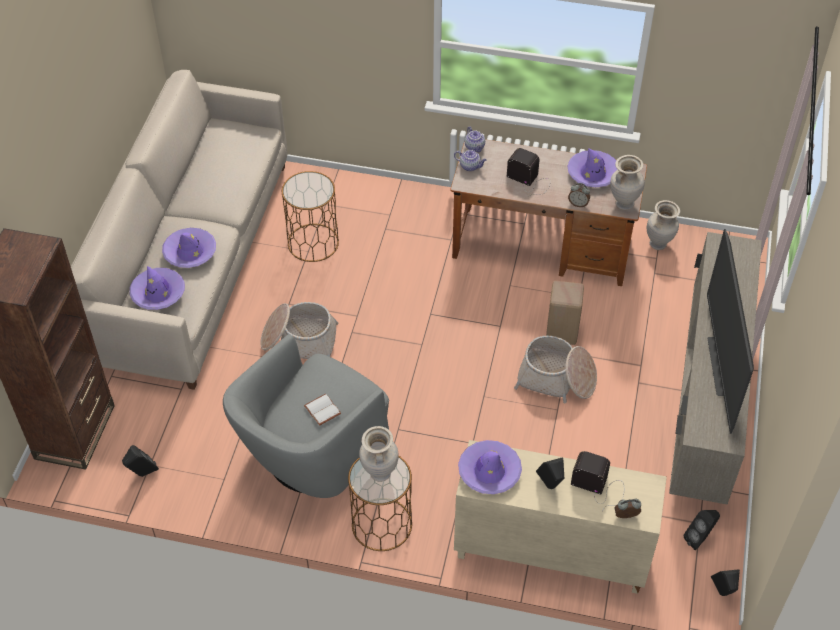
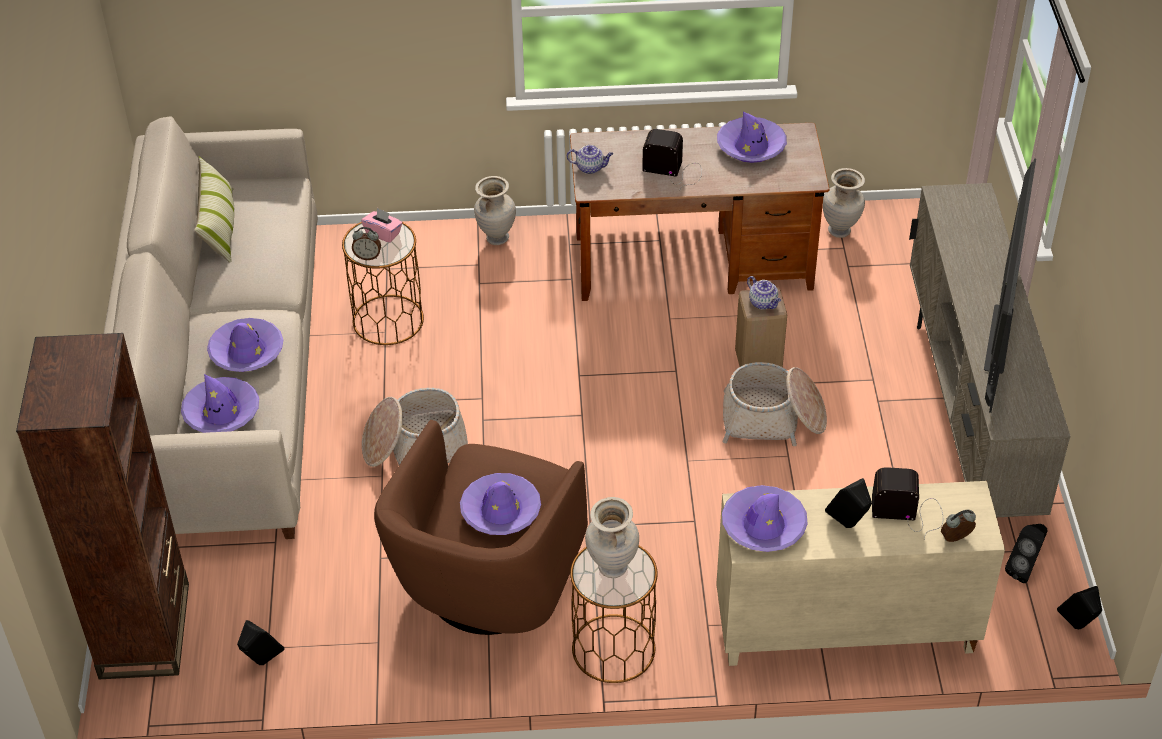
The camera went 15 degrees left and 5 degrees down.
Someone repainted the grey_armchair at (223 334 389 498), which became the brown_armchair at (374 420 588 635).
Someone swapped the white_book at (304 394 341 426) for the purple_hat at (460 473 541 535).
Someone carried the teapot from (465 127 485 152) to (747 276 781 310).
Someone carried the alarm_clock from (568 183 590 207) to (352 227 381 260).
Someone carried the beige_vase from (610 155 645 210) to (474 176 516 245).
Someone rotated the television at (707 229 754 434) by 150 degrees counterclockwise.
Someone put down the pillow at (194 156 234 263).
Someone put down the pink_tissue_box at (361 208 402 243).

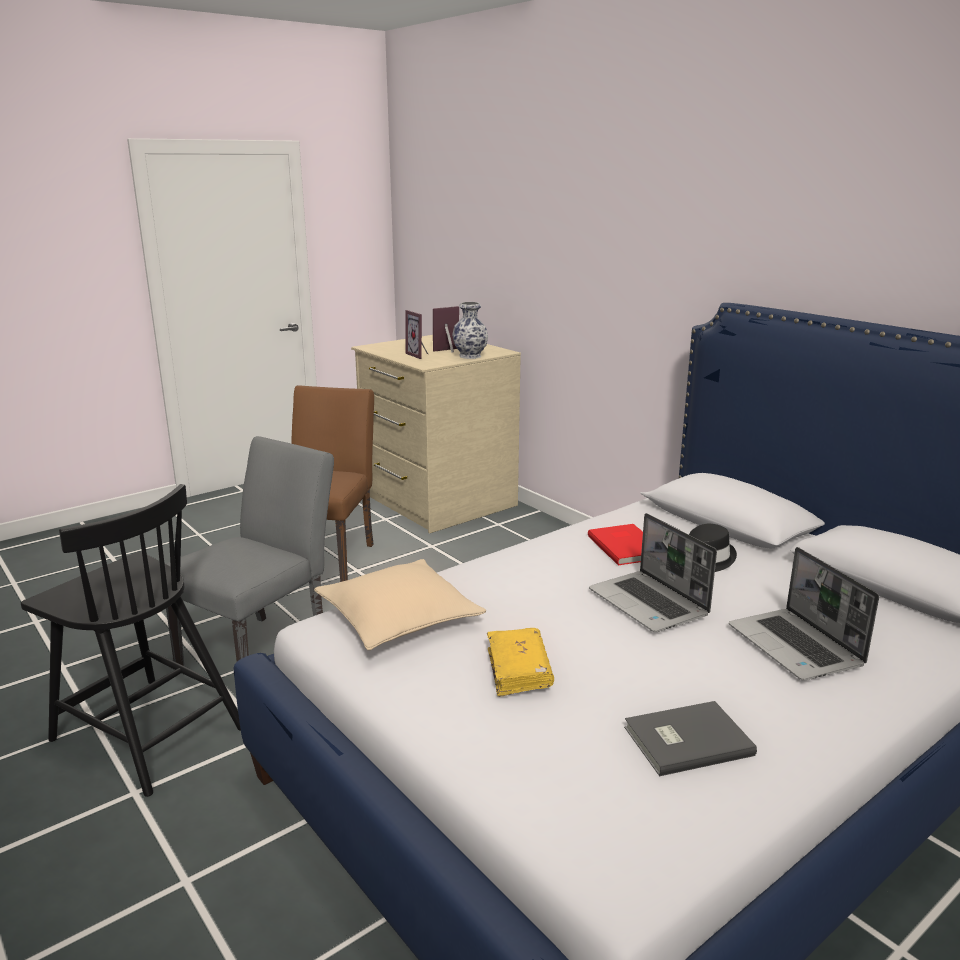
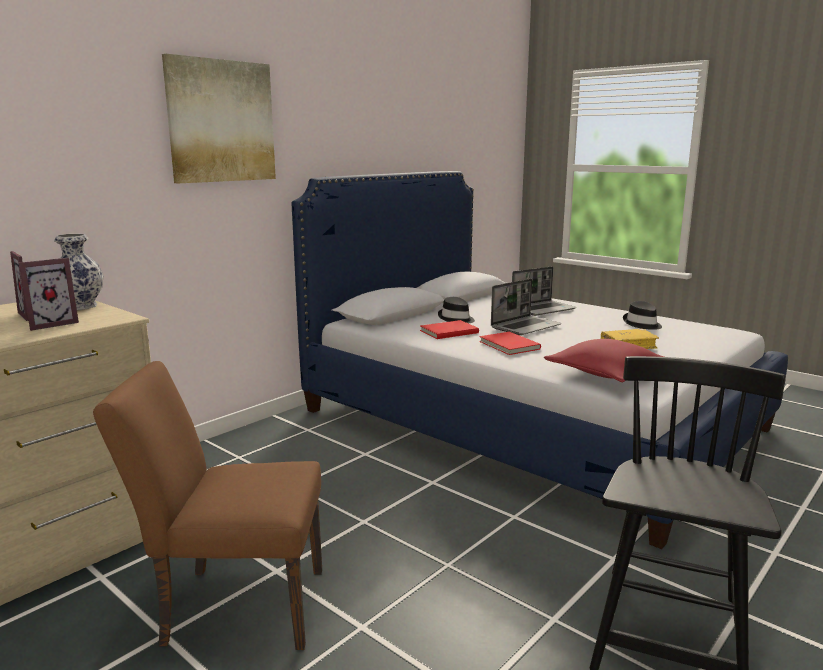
The camera went 100 degrees left and 5 degrees down.
Someone took away the grey_chair at (165 436 334 666).
Someone repainted the beige_pillow at (314 559 487 650), which became the red_pillow at (544 339 664 382).
Someone swapped the grey_book at (624 701 757 776) for the black_hat at (623 301 662 330).
Someone put up the picture at (162 54 276 183).
Someone put down the red_book at (479 332 541 355).

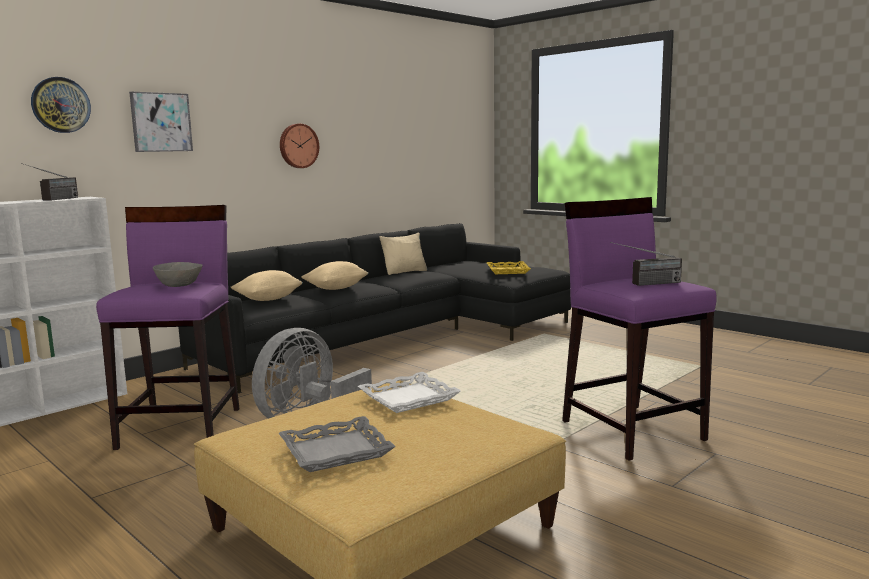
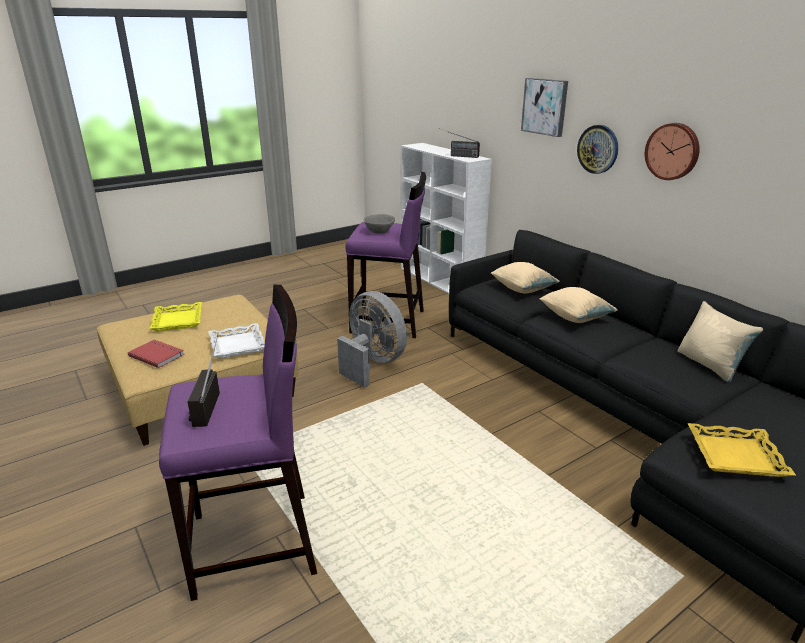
The camera went 100 degrees right and 15 degrees up.
Someone carried the wall_clock from (31 77 91 133) to (577 125 618 174).
Someone repainted the grey_tray at (279 416 396 472), which became the yellow_tray at (149 302 202 331).
Someone put down the red_book at (128 340 184 368).

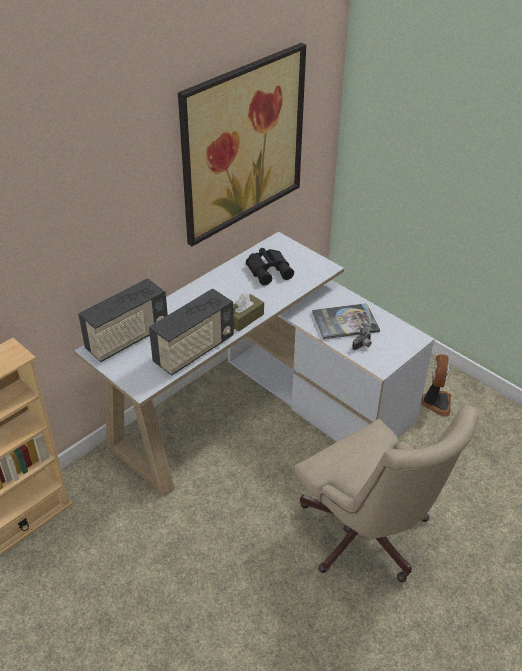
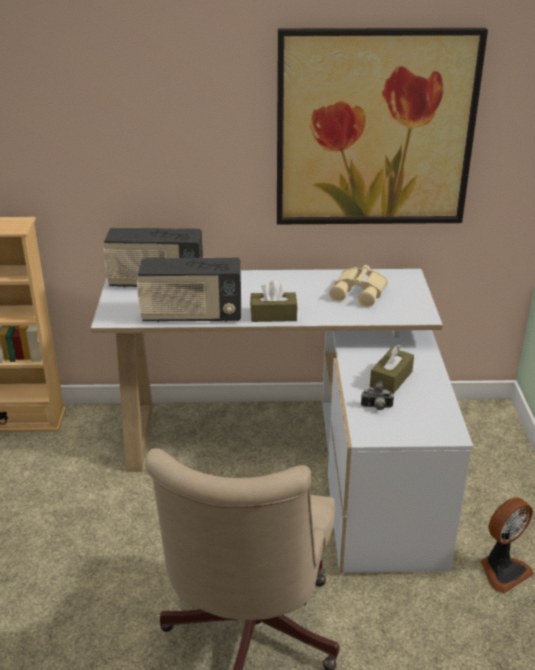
The camera went 45 degrees right and 10 degrees down.
Someone repainted the black_binoculars at (246 248 294 286), which became the beige_binoculars at (329 265 388 307).
Someone swapped the book at (312 303 380 339) for the brown_tissue_box at (370 344 414 394).

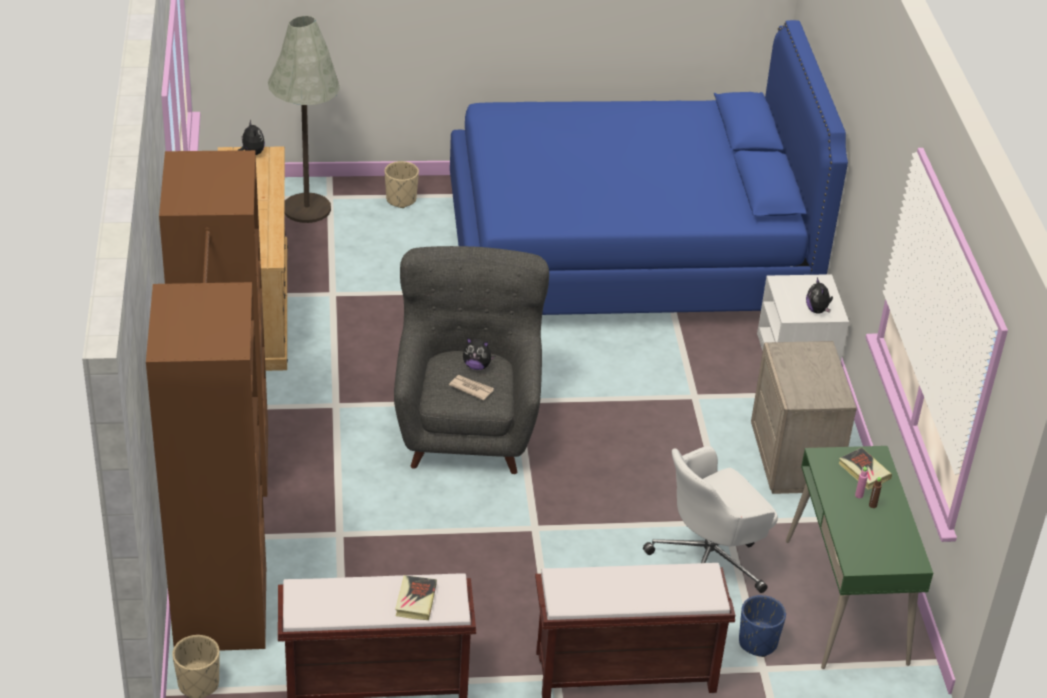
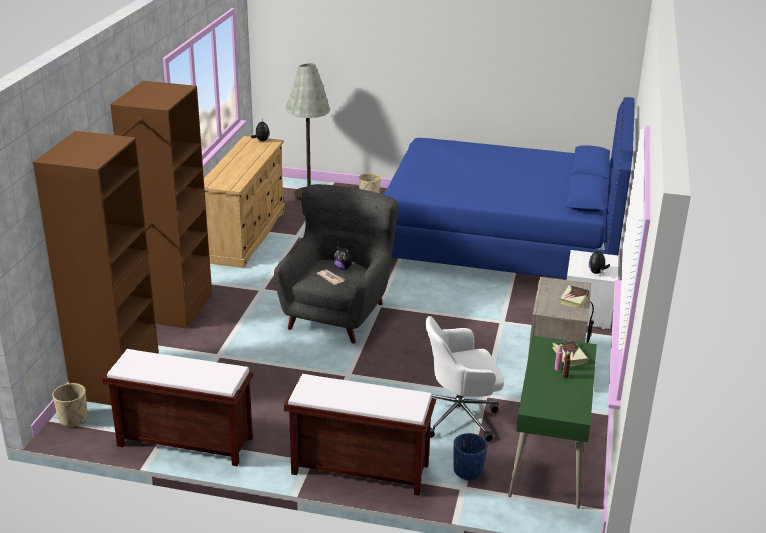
The camera went 20 degrees right and 10 degrees down.
Someone carried the book from (395 575 437 620) to (560 285 589 309).

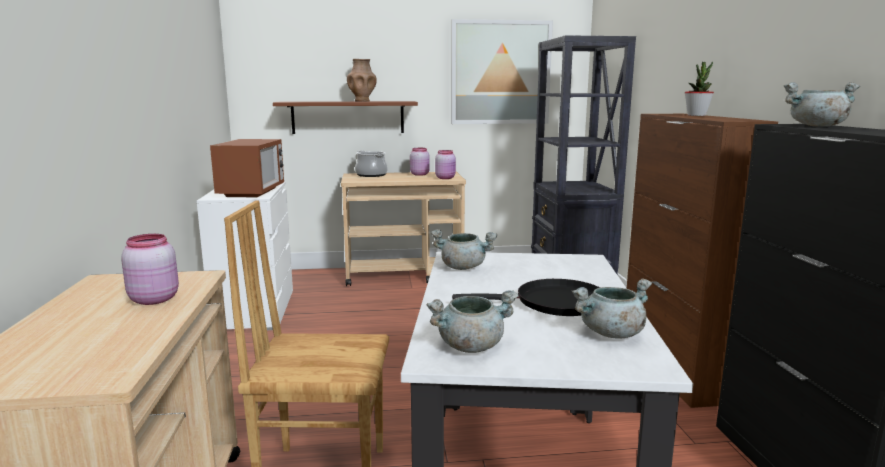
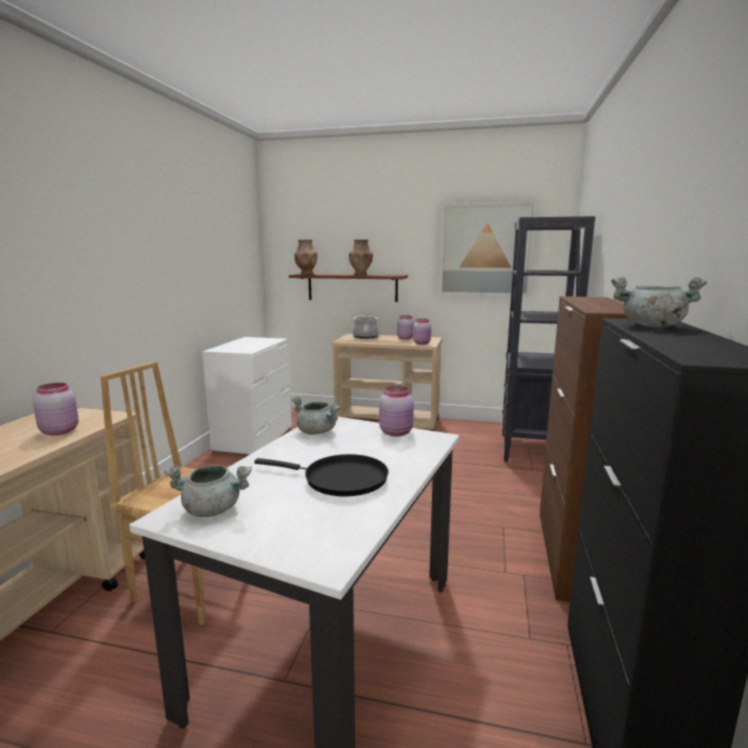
The camera went 20 degrees right and 0 degrees up.
Someone took away the microwave at (210 139 284 197).
Someone took away the grey_cooking_pot at (572 279 652 339).
Someone took away the potted_plant at (685 62 714 116).
Someone put down the brown_vase at (294 240 318 275).
Someone put down the pink_jar at (379 386 414 437).

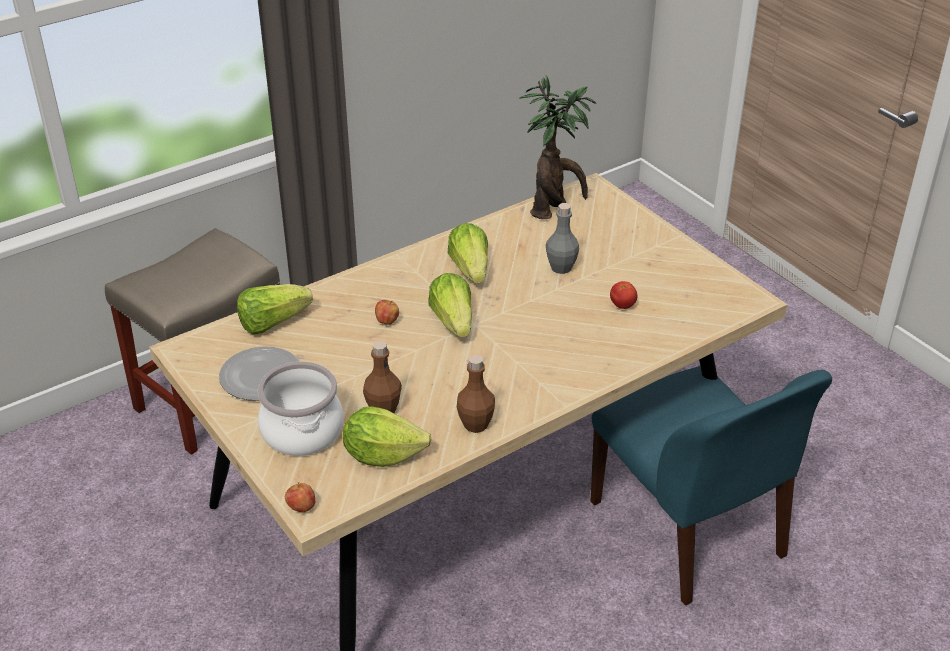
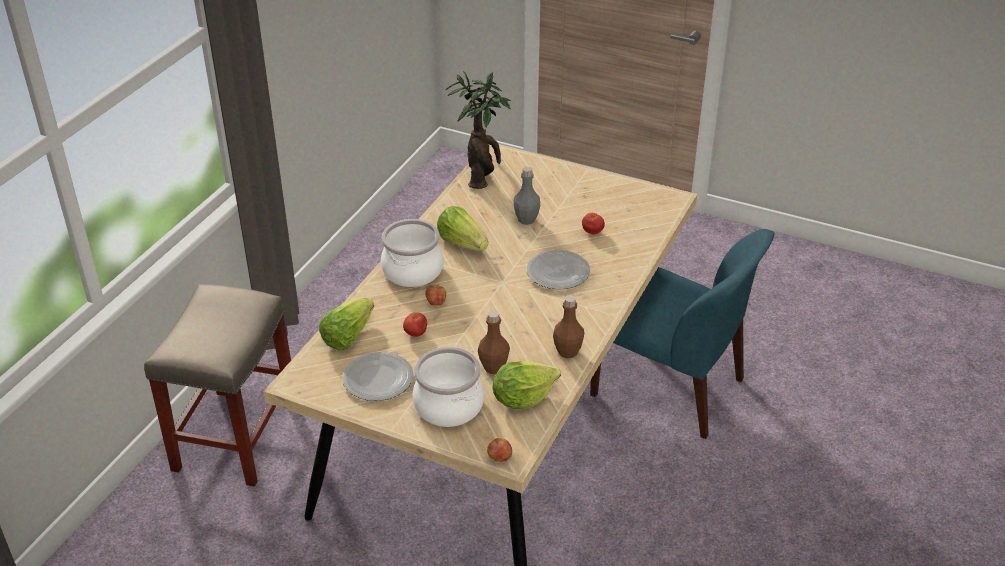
The camera went 30 degrees left and 0 degrees up.
Someone took away the lettuce at (428 273 472 338).
Someone put down the cooking_pot at (381 219 443 287).
Someone put down the tomato at (403 312 427 337).
Someone put down the plate at (526 250 590 289).

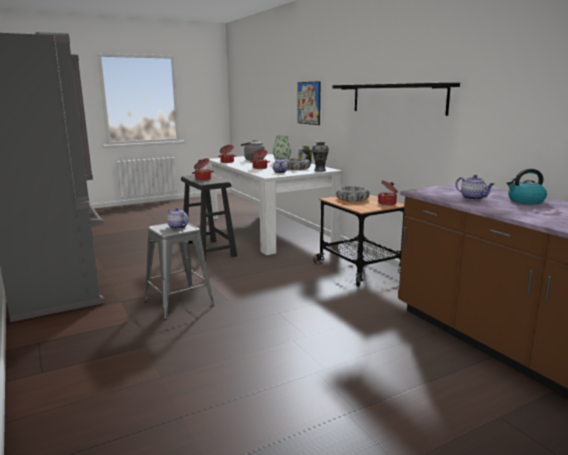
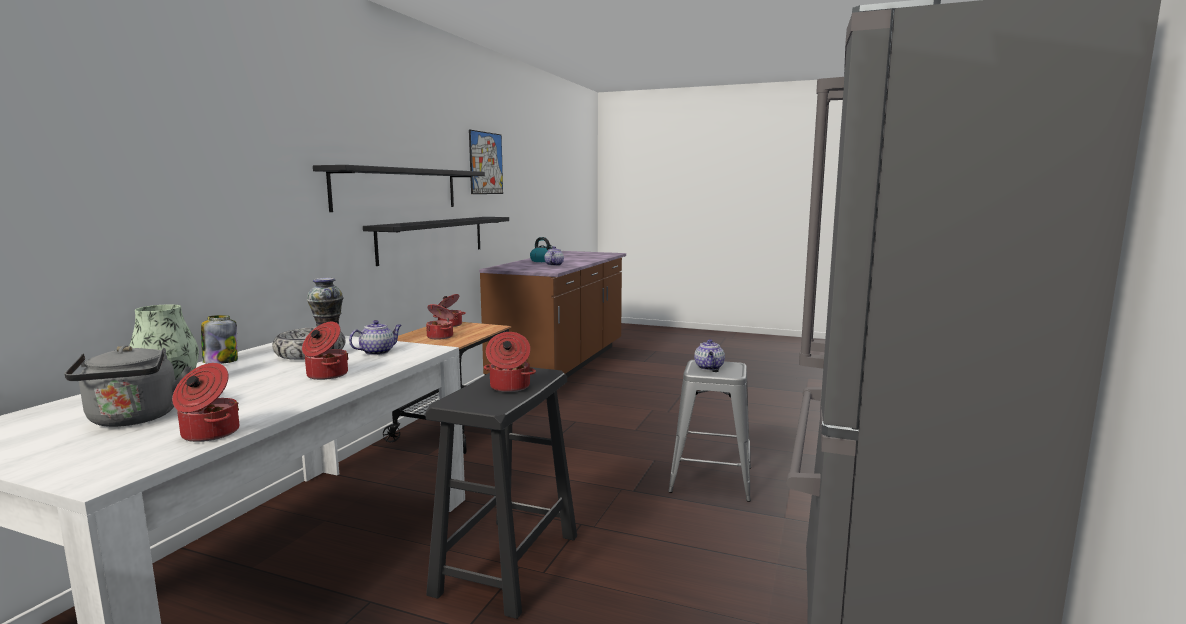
The camera went 130 degrees left and 5 degrees down.
Someone carried the picture from (298 81 321 125) to (469 130 503 194).
Someone swapped the bowl at (336 186 370 202) for the cooking_pot at (426 304 454 339).
Someone put up the black_shelf at (363 217 509 266).

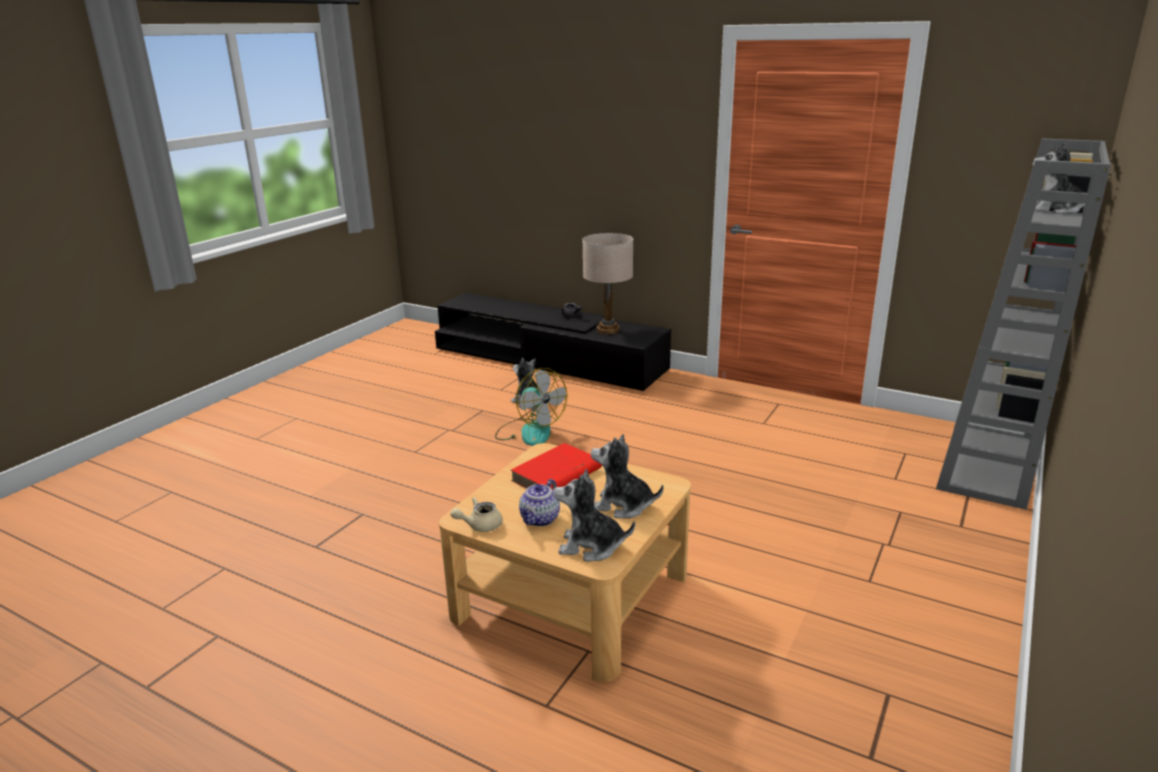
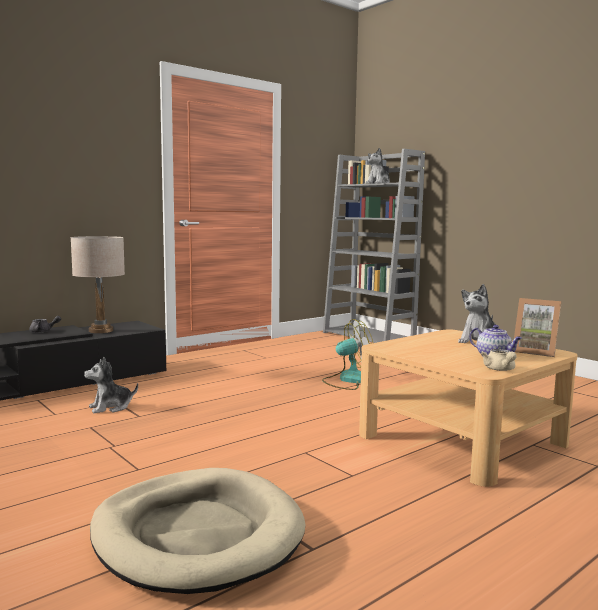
The camera went 70 degrees left and 15 degrees down.
Someone carried the fan from (495 368 568 446) to (322 319 373 390).
Someone took away the red_book at (511 443 602 490).
Someone swapped the plush_toy at (554 469 635 562) for the picture_frame at (514 298 562 357).
Someone put down the beige_dog_bed at (90 468 306 594).

